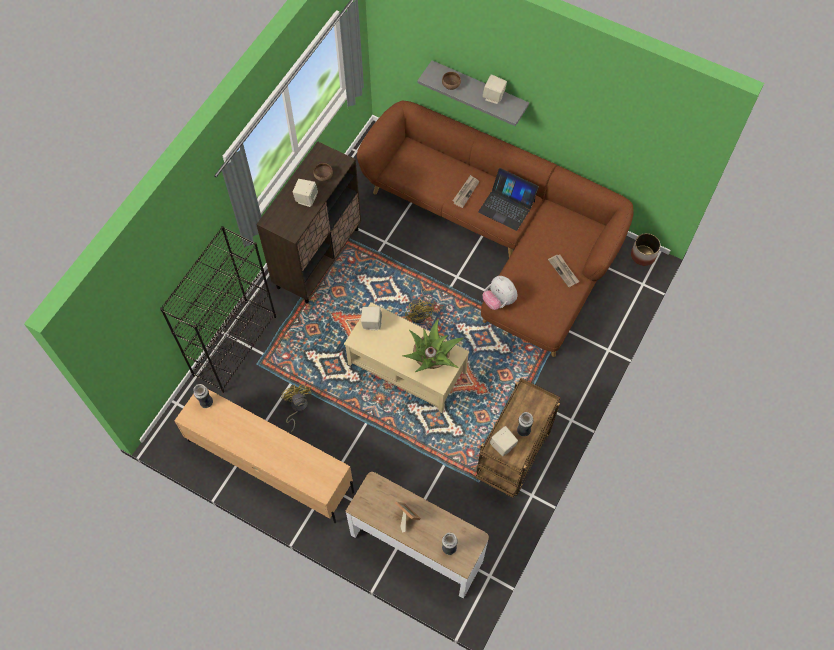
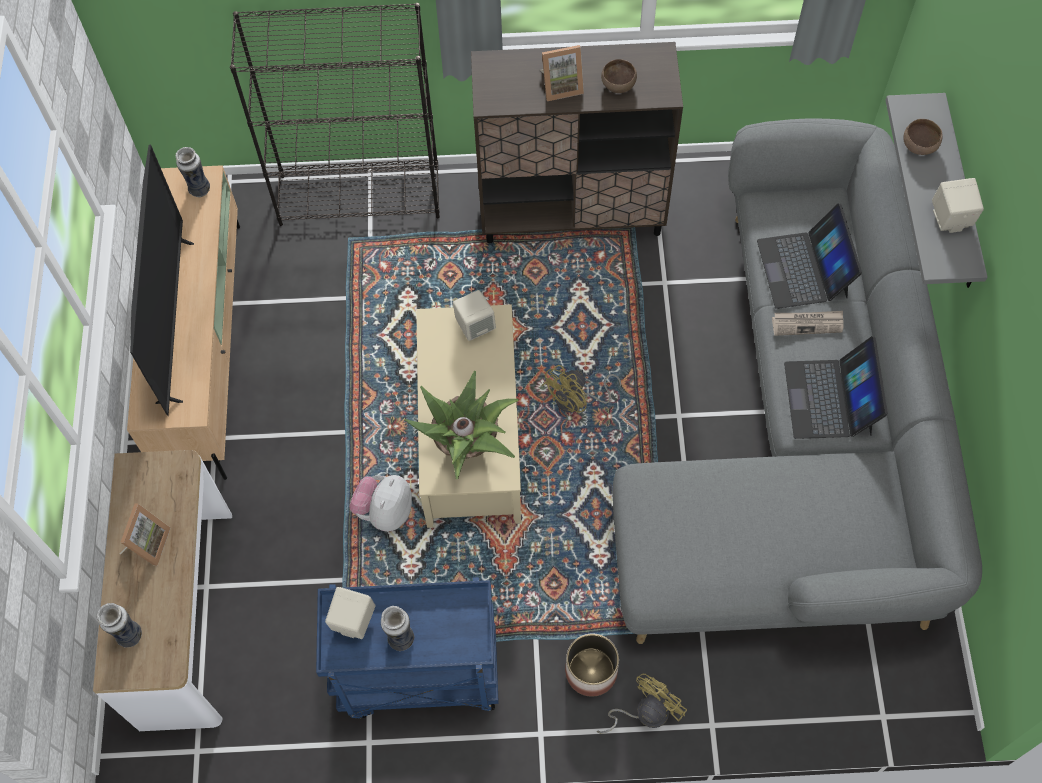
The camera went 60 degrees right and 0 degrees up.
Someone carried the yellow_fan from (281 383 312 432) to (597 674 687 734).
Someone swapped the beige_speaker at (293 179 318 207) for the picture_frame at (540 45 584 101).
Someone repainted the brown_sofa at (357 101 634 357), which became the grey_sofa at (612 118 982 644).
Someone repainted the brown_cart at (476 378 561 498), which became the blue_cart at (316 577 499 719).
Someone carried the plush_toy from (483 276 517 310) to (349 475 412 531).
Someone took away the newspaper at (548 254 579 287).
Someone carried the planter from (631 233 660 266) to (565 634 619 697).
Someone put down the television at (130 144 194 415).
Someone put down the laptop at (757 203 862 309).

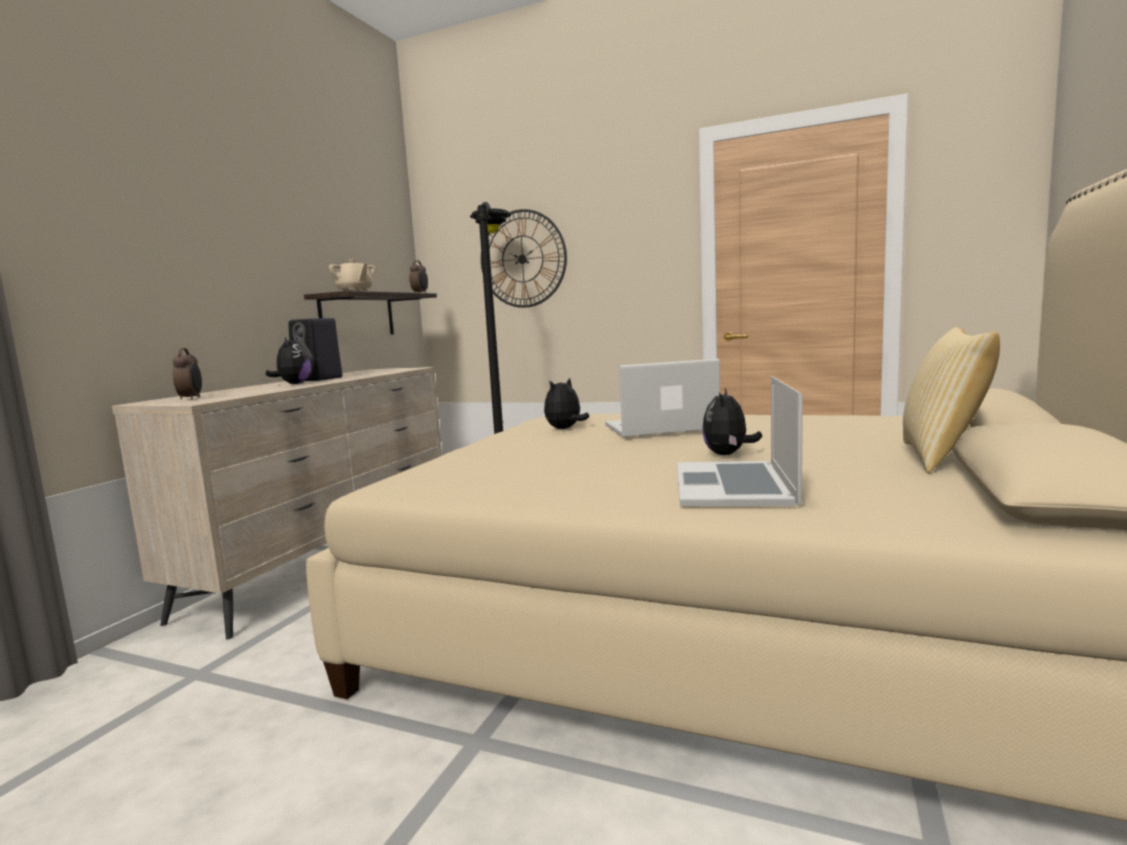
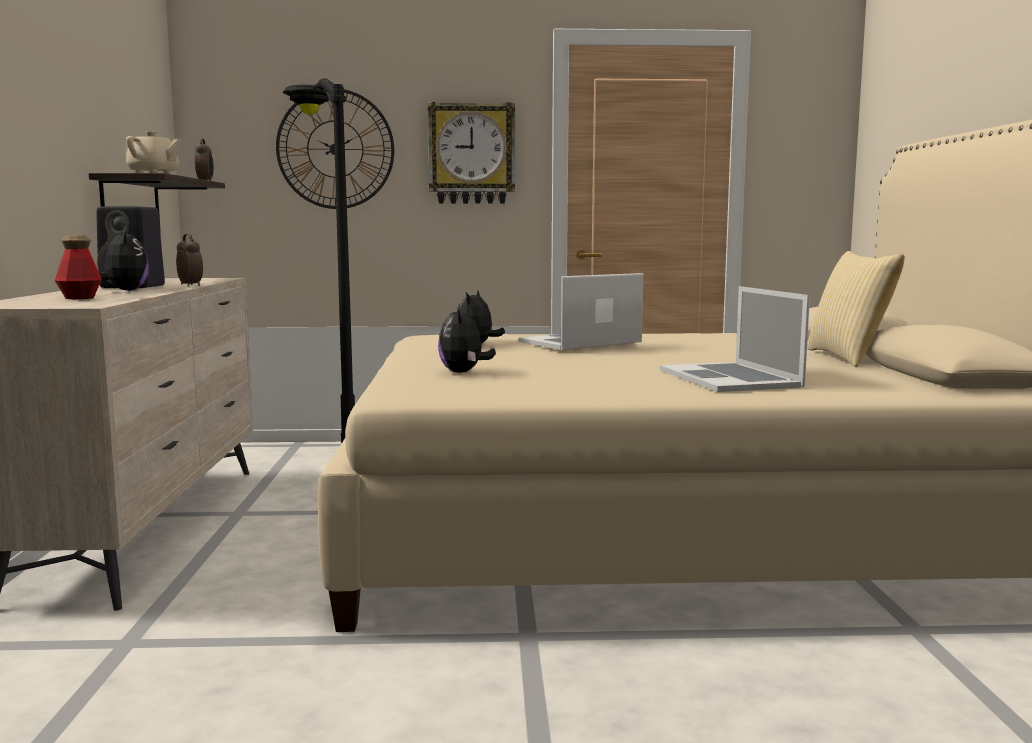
The camera went 25 degrees left and 0 degrees up.
Someone carried the alarm_clock from (173 348 202 399) to (176 234 203 286).
Someone carried the plush_toy from (702 388 762 455) to (438 304 496 373).
Someone put down the bottle at (55 235 102 299).
Someone put up the wall_clock at (428 102 515 204).

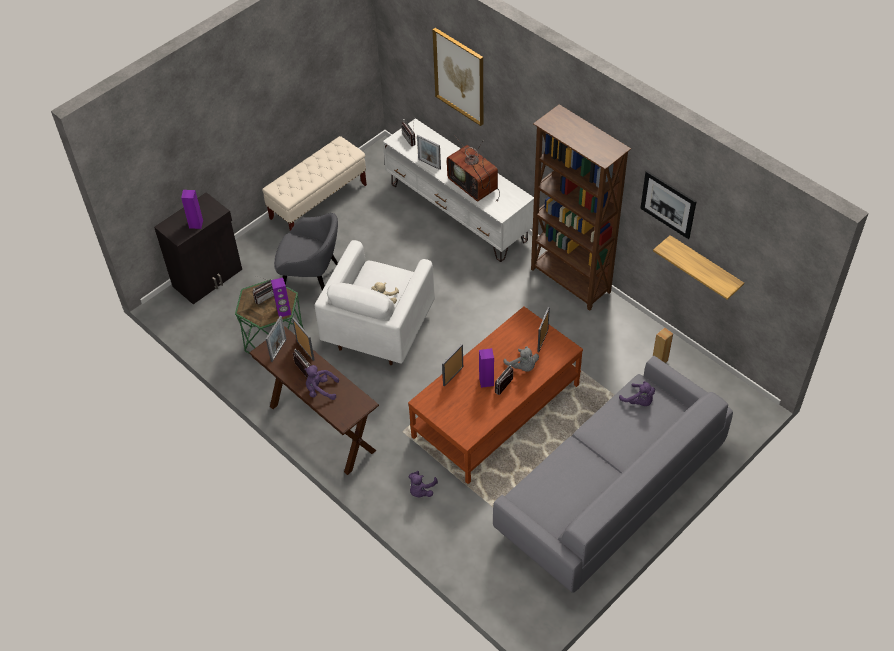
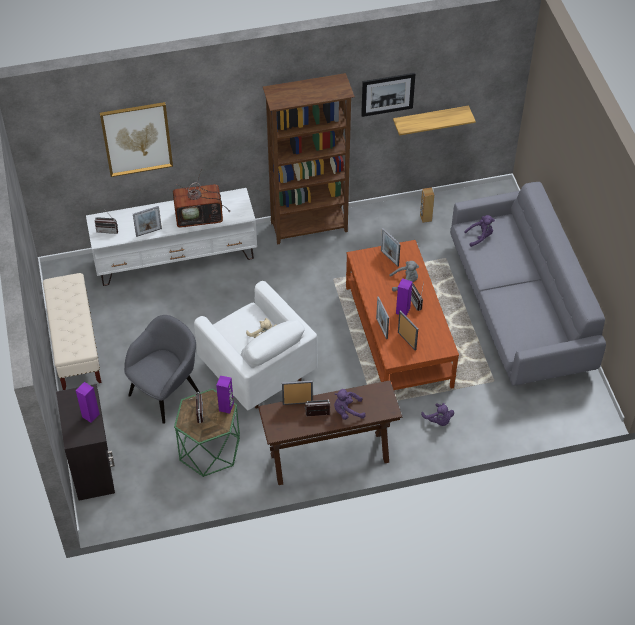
The camera went 60 degrees left and 0 degrees up.
Someone carried the picture_frame from (266 316 286 362) to (398 310 418 351).
Someone rotated the purple_plush_toy at (304 365 339 400) by 45 degrees clockwise.

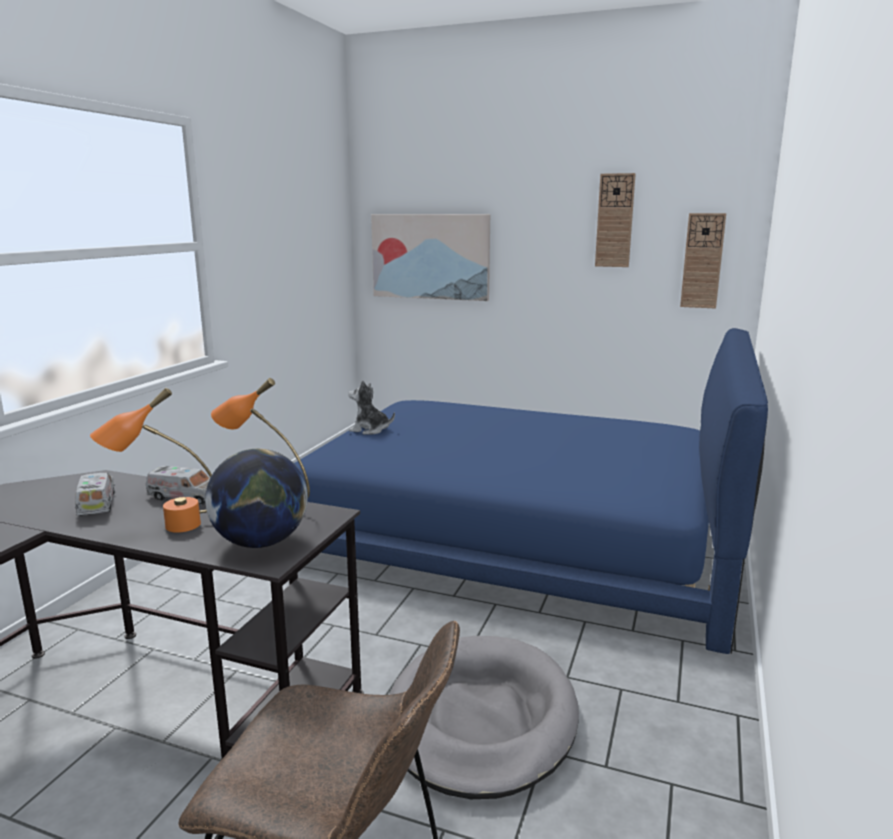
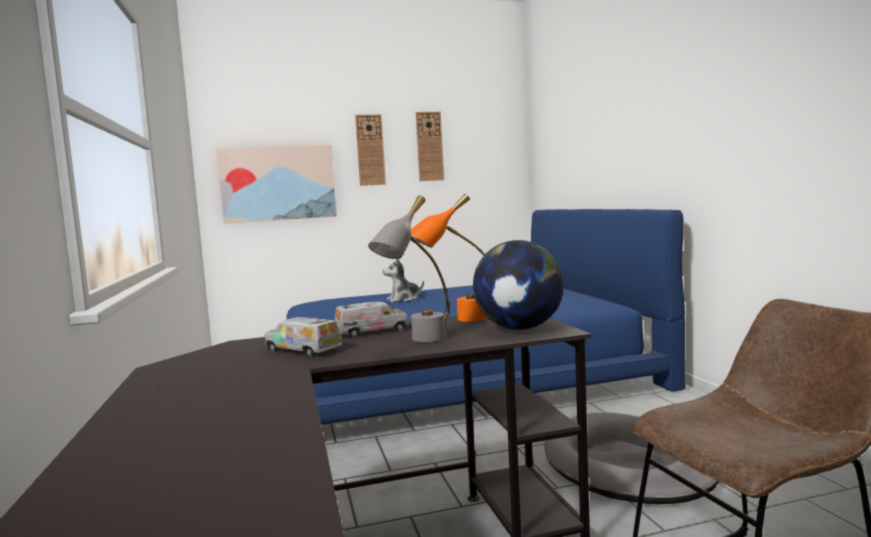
The camera went 35 degrees left and 10 degrees down.
Someone repainted the orange_table_lamp at (90 388 212 533), which became the grey_table_lamp at (368 196 449 342).
Someone carried the plush_toy from (348 380 395 435) to (383 259 424 302).
Someone carried the wall_clock from (680 213 726 309) to (355 114 386 186).

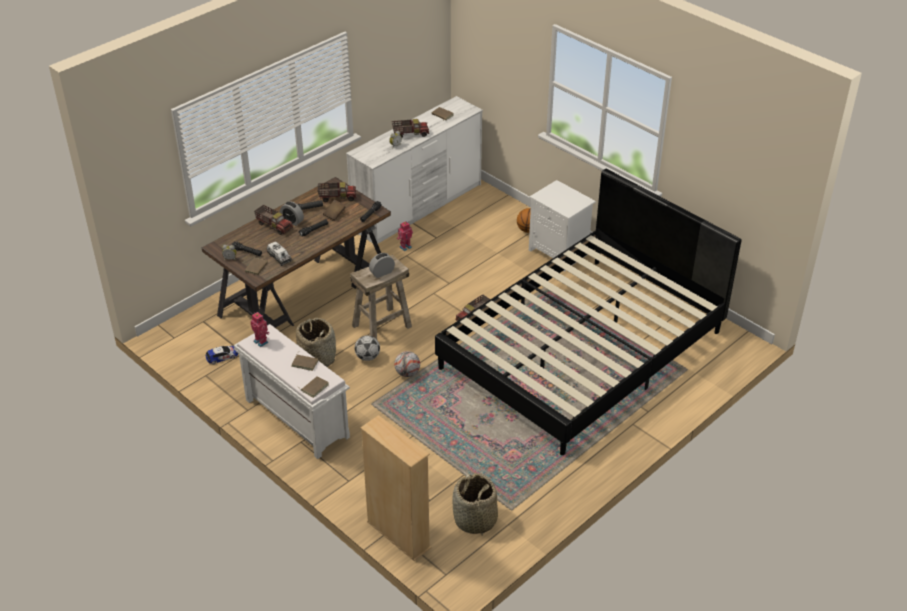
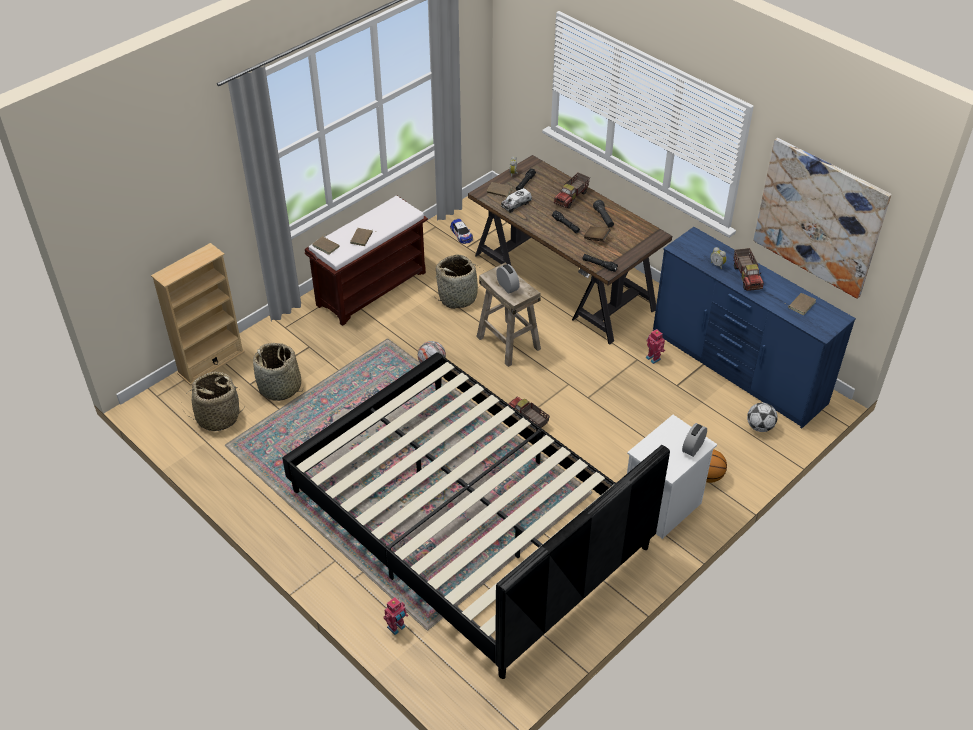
The camera went 90 degrees right and 5 degrees up.
Someone repainted the white_bench at (234 324 350 459), which became the brown_bench at (305 196 428 326).
Someone carried the toy_robot from (251 312 269 347) to (383 597 408 635).
Someone carried the alarm_clock from (280 201 304 226) to (682 423 707 457).
Someone took away the toy_truck at (318 182 357 202).
Someone repainted the white_dresser at (346 96 483 244), which became the blue_dresser at (653 227 856 428).
Someone carried the football from (355 335 380 361) to (747 403 778 432).
Someone put down the basket at (253 343 302 401).
Someone put up the picture at (753 138 891 299).

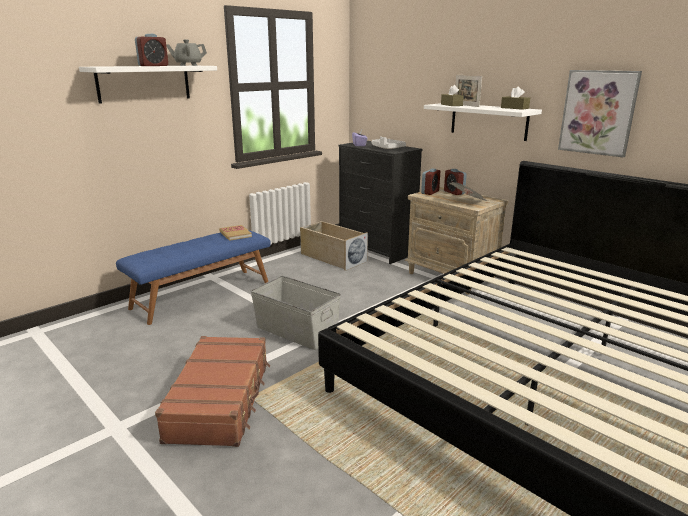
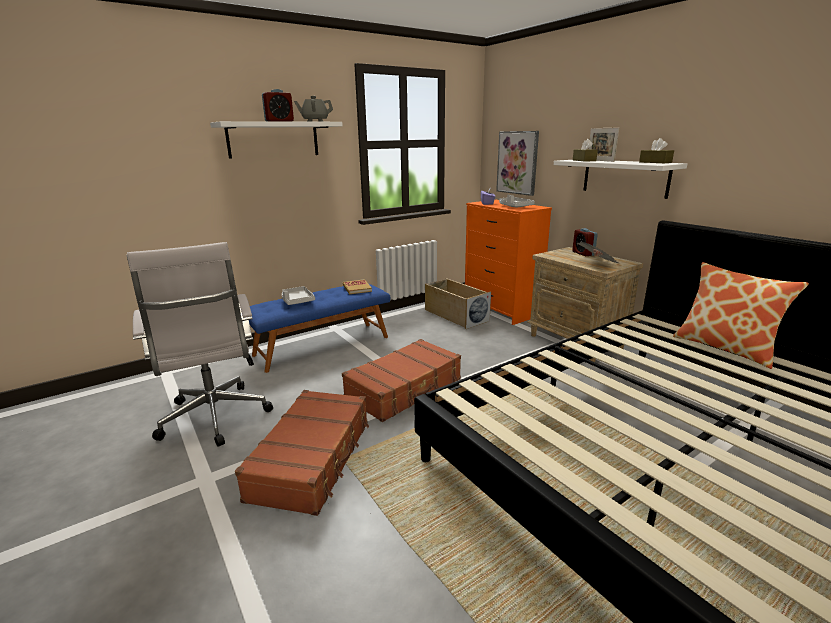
The camera went 10 degrees right and 0 degrees up.
Someone swapped the grey_storage_box at (251 276 341 350) for the brown_suitcase at (342 339 461 422).
Someone repainted the black_dresser at (338 141 423 264), which became the orange_dresser at (465 200 552 325).
Someone took away the alarm_clock at (421 169 440 195).
Someone carried the picture from (558 70 642 157) to (496 131 539 196).
Someone put down the white_office_chair at (126 242 273 447).
Someone put down the grey_tray at (282 286 315 305).
Someone put down the pillow at (673 262 809 369).

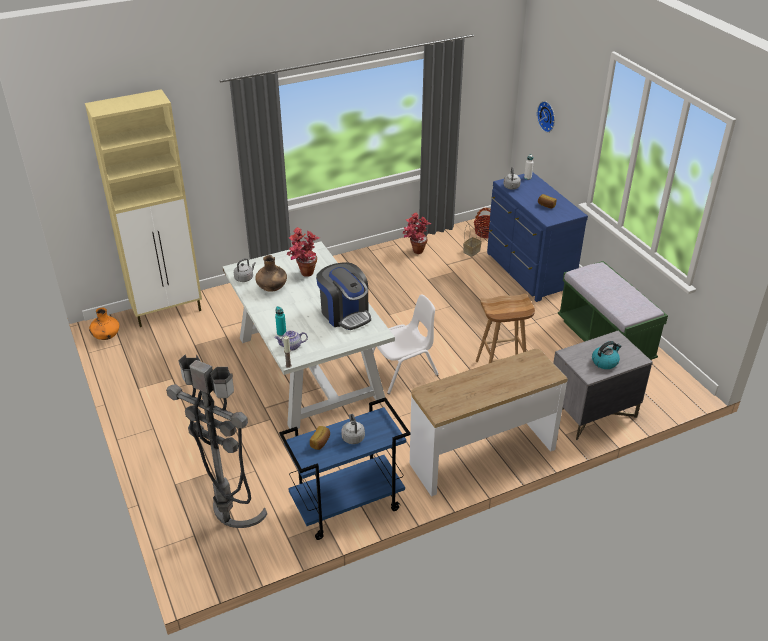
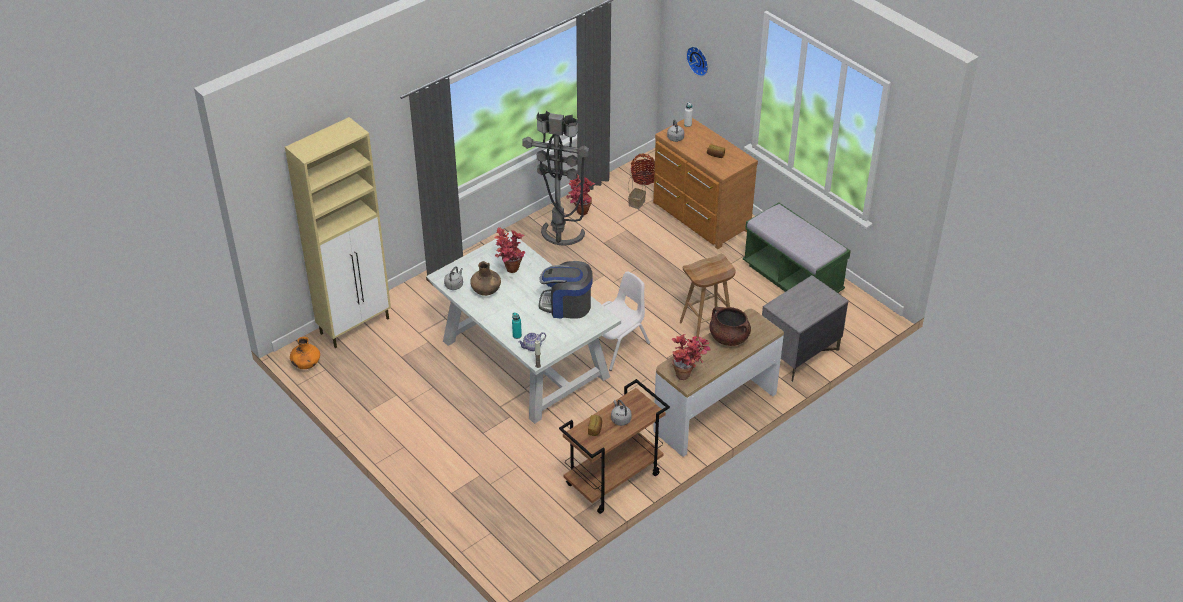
The camera went 15 degrees left and 5 degrees up.
Someone carried the grey_floor_lamp from (166 354 267 528) to (522 111 589 245).
Someone repainted the blue_cart at (279 397 411 540), which became the brown_cart at (559 379 670 514).
Someone rotated the coffee_machine at (316 262 371 330) by 150 degrees clockwise.
Someone repainted the blue_dresser at (487 172 588 302), which became the brown_dresser at (653 118 758 249).
Someone took away the kettle at (592 341 621 369).
Someone put down the potted_plant at (672 334 710 380).
Someone put down the brown_cooking_pot at (710 307 751 346).

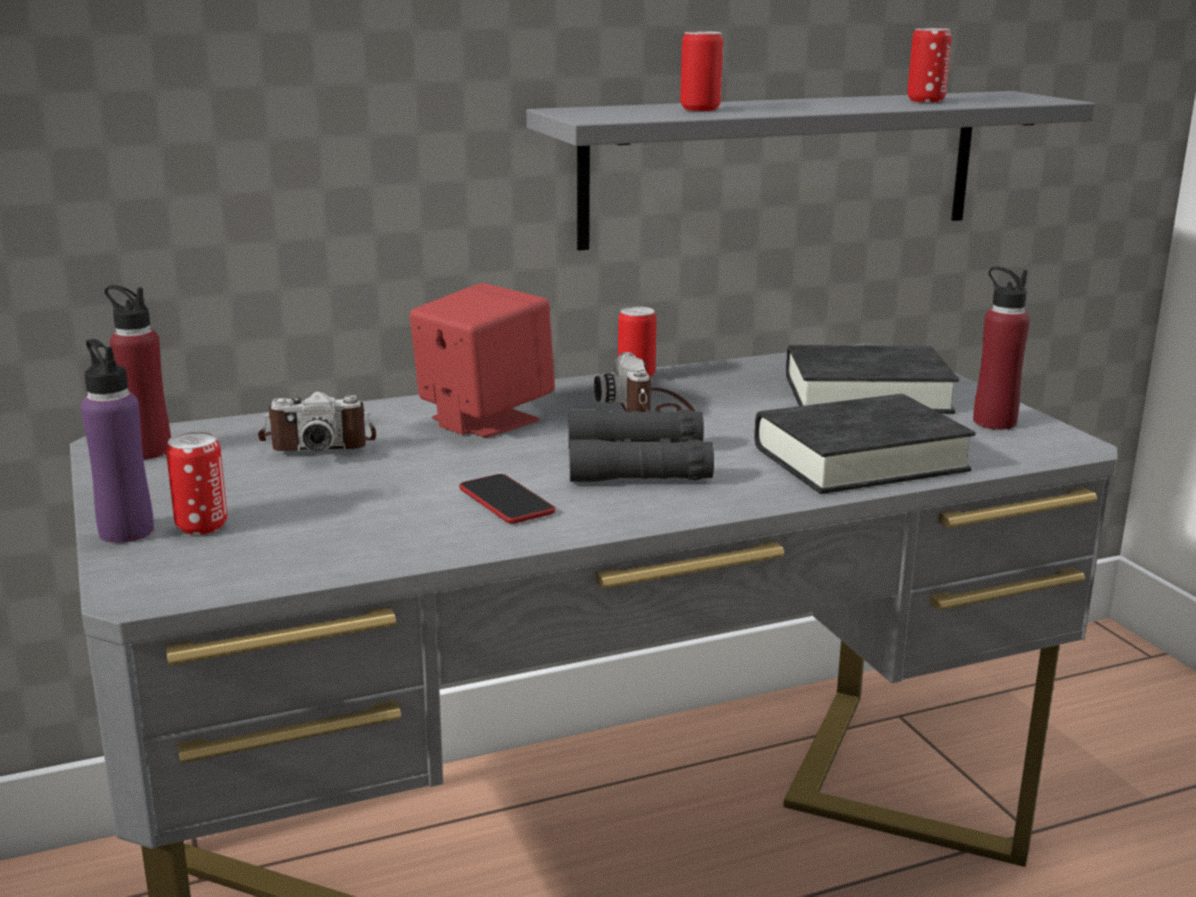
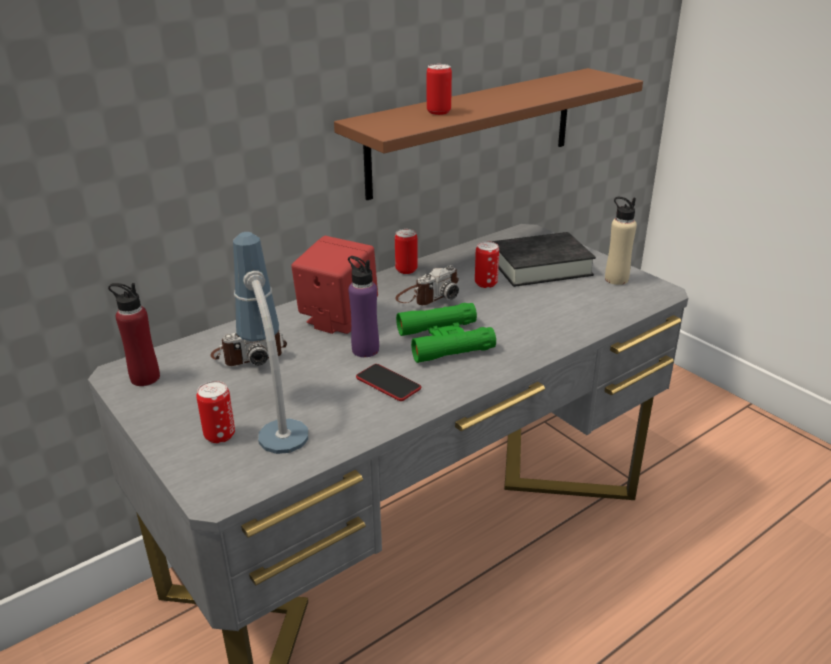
The camera went 15 degrees left and 10 degrees up.
Someone carried the purple_bottle from (81 339 154 543) to (348 256 379 357).
Someone repainted the grey_shelf at (526 91 1095 250), which became the brown_shelf at (334 68 643 200).
Someone repainted the black_binoculars at (568 409 714 482), which became the green_binoculars at (396 303 496 363).
Someone rotated the photo_camera at (594 352 695 412) by 105 degrees counterclockwise.
Someone took away the black_book at (754 394 976 494).
Someone carried the can from (907 28 952 103) to (475 241 499 288).
Someone repainted the red_bottle at (973 267 1030 430), which became the beige_bottle at (605 197 637 285).
Someone put down the table_lamp at (233 232 308 454).

